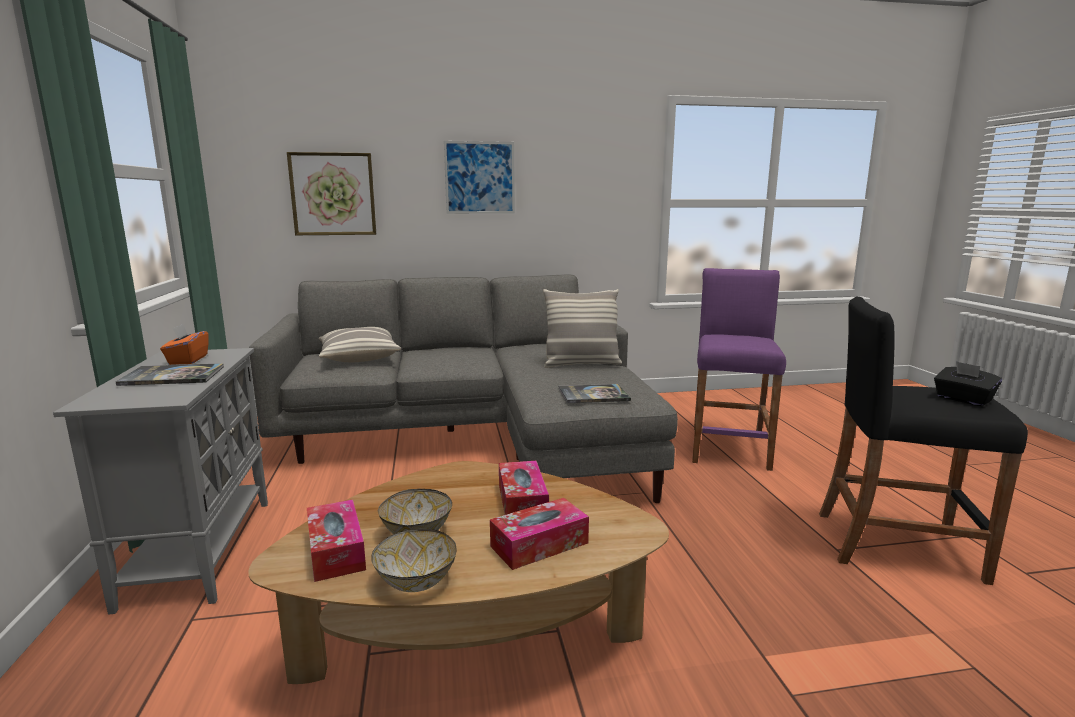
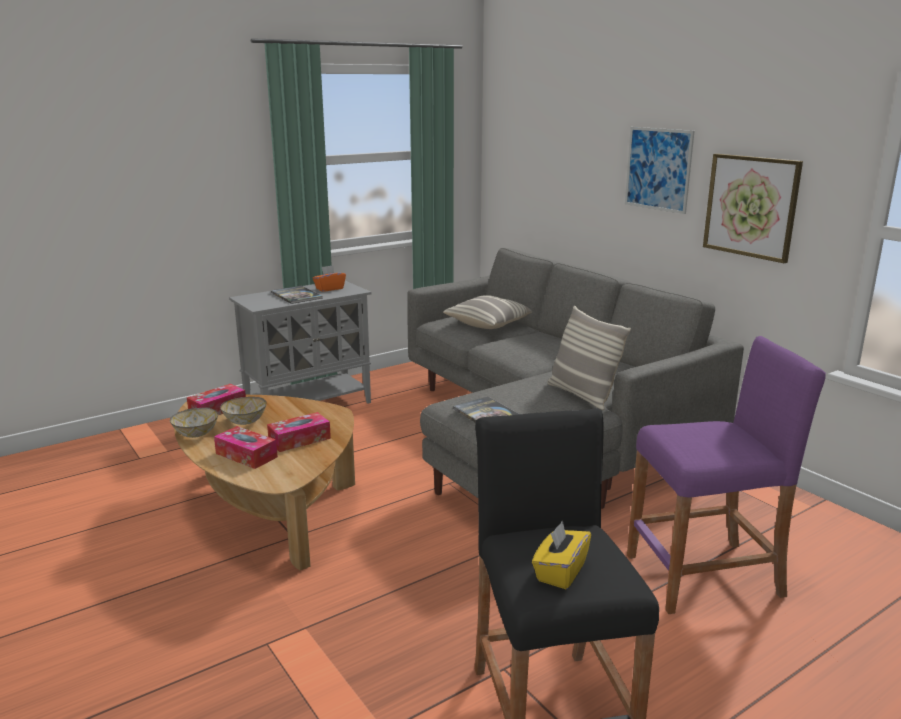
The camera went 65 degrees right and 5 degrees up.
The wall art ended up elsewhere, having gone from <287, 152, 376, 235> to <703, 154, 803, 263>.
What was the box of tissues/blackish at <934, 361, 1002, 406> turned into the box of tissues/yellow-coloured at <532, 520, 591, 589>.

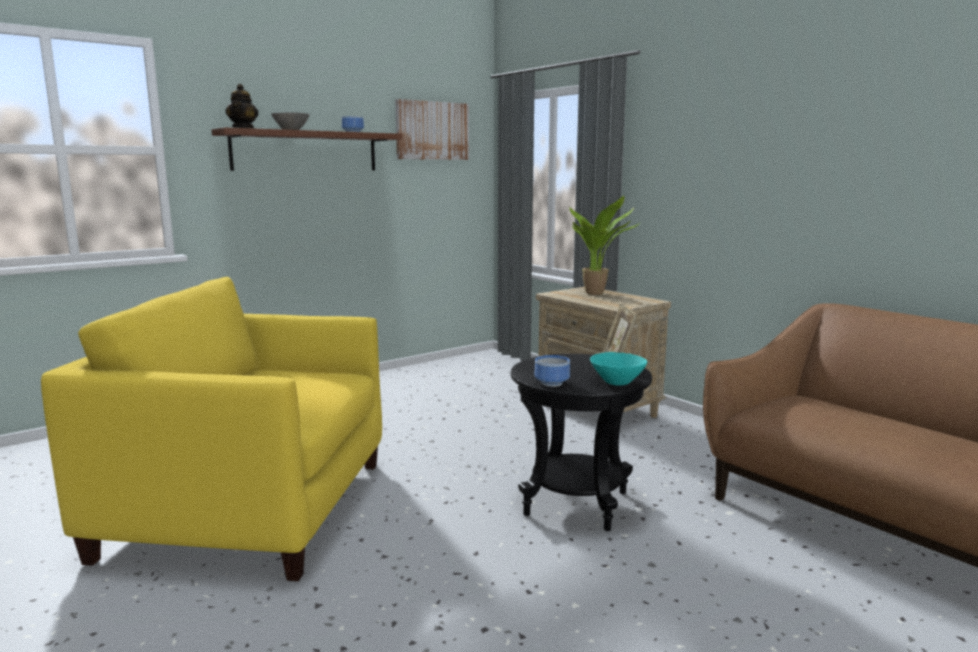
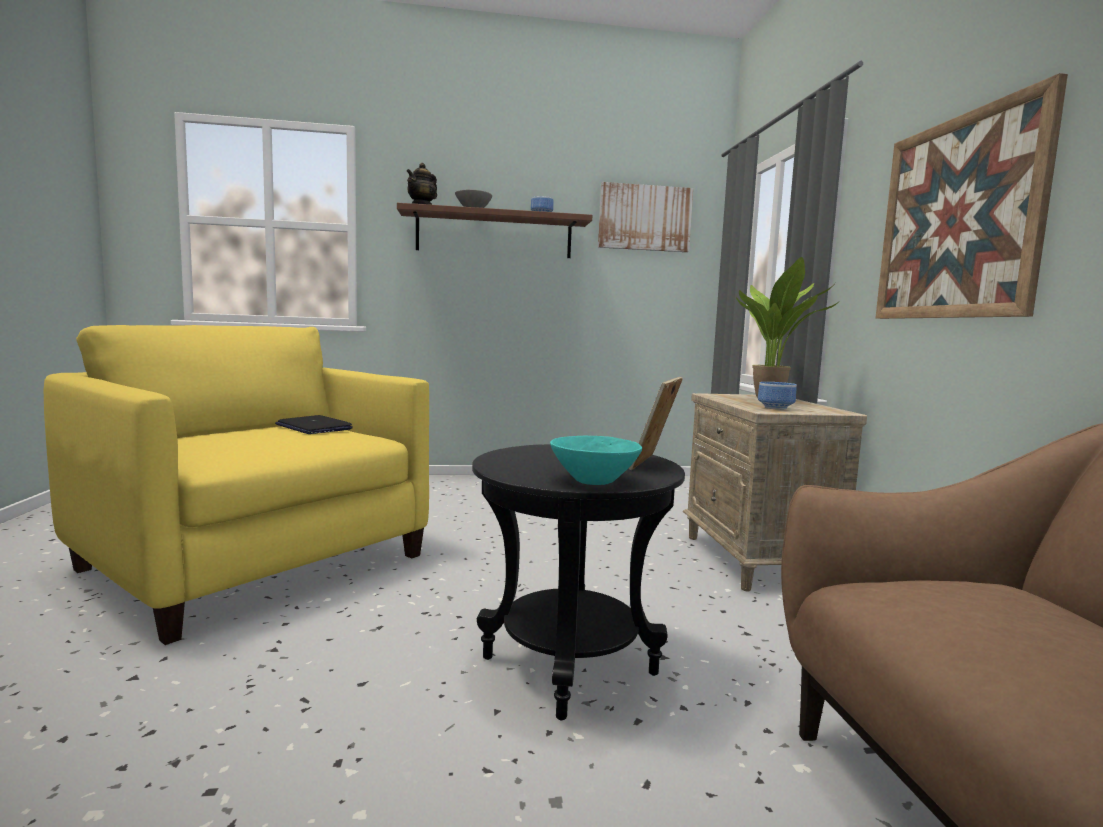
The camera went 30 degrees right and 5 degrees down.
The deep dish ended up elsewhere, having gone from <535, 355, 570, 387> to <758, 382, 797, 410>.
The second view gained the laptop at <275, 415, 353, 434>.
The second view gained the wall art at <875, 73, 1068, 319>.

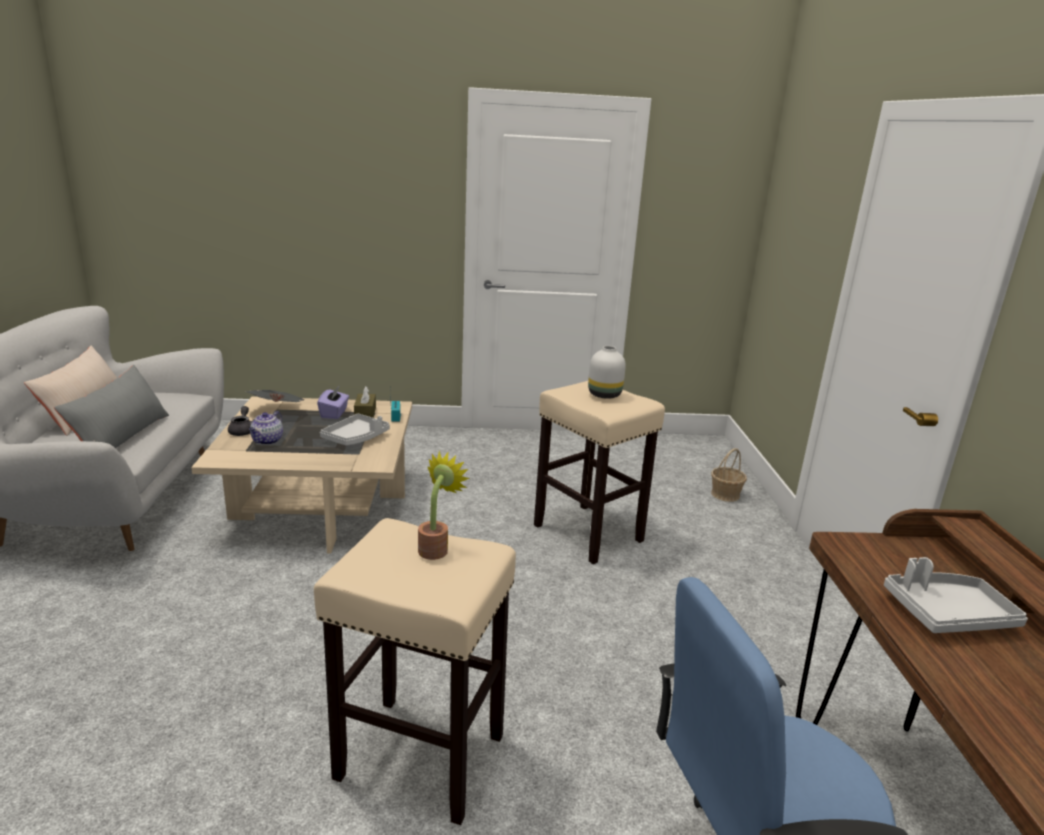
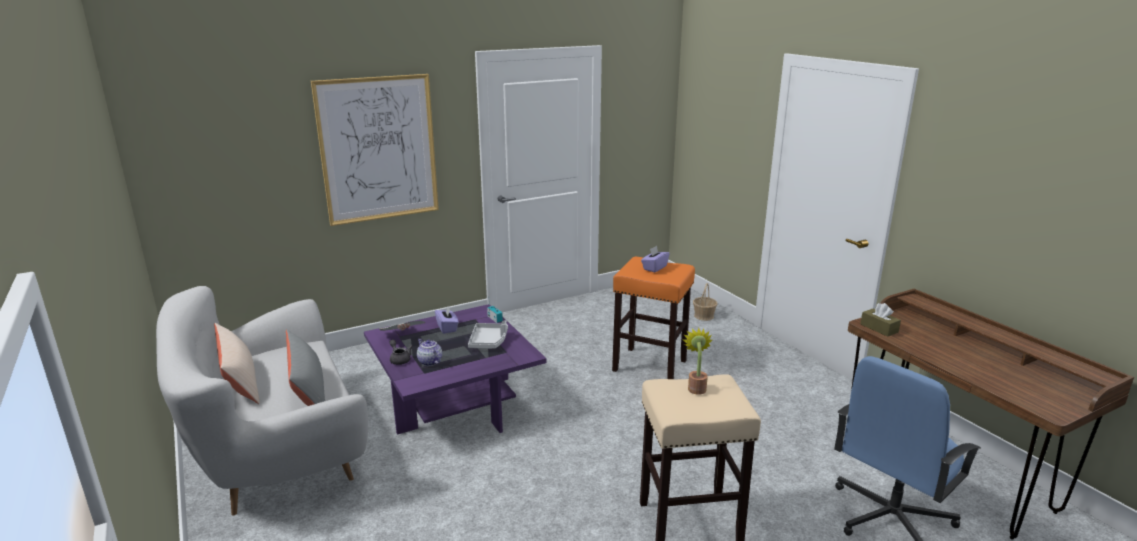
The camera went 25 degrees left and 0 degrees up.
What was the low table/sand-coloured at <191, 396, 412, 554> turned into the low table/purplish at <364, 304, 546, 435>.
The pot for tea at <249, 411, 283, 445> ended up facing another way, 150 degrees clockwise from before.
The box of tissues/brown-coloured ended up elsewhere, having gone from <354, 386, 376, 418> to <860, 303, 901, 337>.
What was the sitting stool/sand-coloured at <534, 381, 665, 564> turned into the sitting stool/orange at <612, 257, 695, 379>.
Where the decorative vase/white-coloured stood at <588, 346, 626, 399>, the box of tissues/purplish came to stand at <641, 246, 670, 273>.
The second view lost the carrying tray/grey at <884, 557, 1028, 633>.
The second view gained the wall art at <311, 74, 439, 226>.

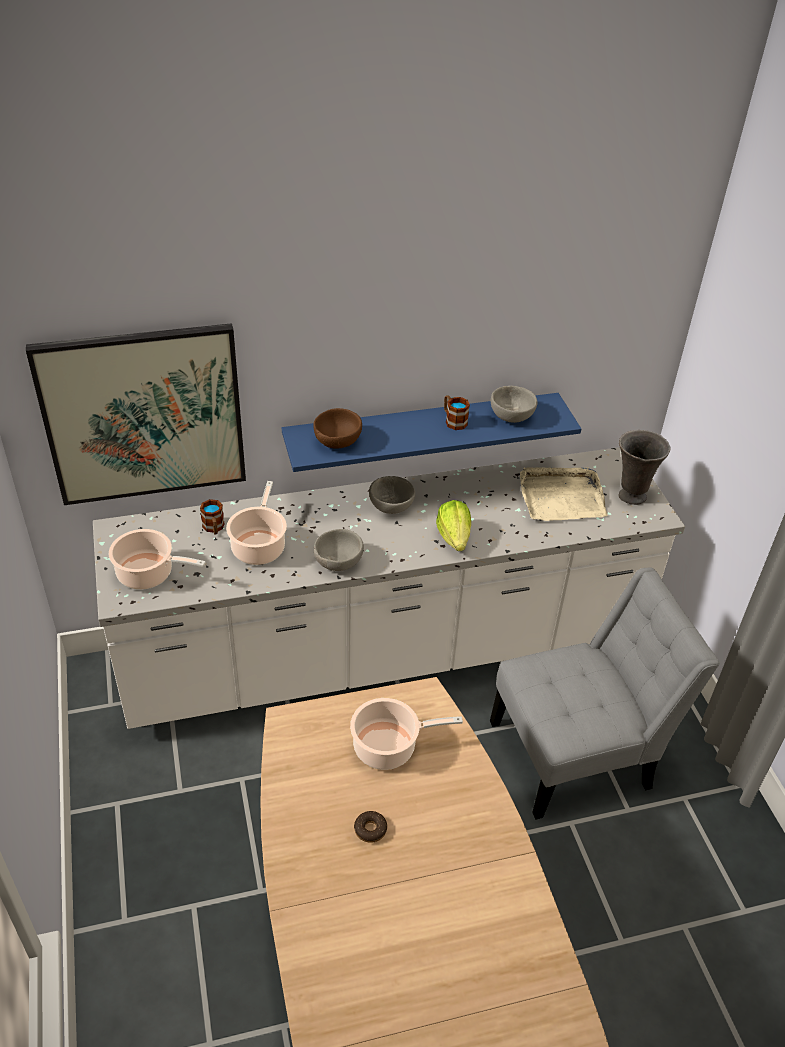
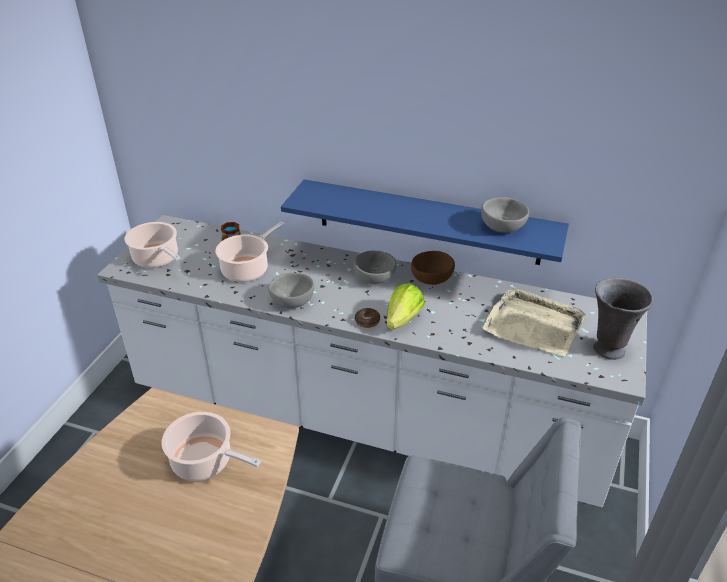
The camera went 35 degrees right and 5 degrees down.
The second view lost the wall art at <26, 323, 246, 505>.
The deep dish/brown-coloured ended up elsewhere, having gone from <313, 408, 362, 448> to <411, 251, 455, 285>.
The doughnut ended up elsewhere, having gone from <354, 811, 387, 843> to <355, 308, 380, 328>.
The second view lost the tea mug at <444, 395, 470, 430>.

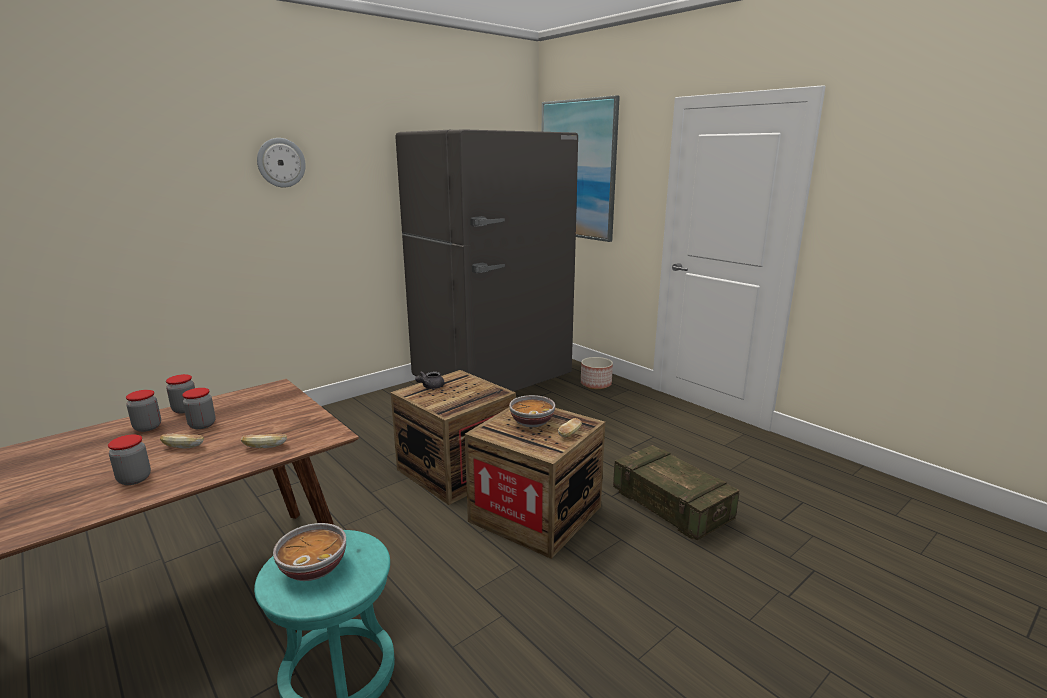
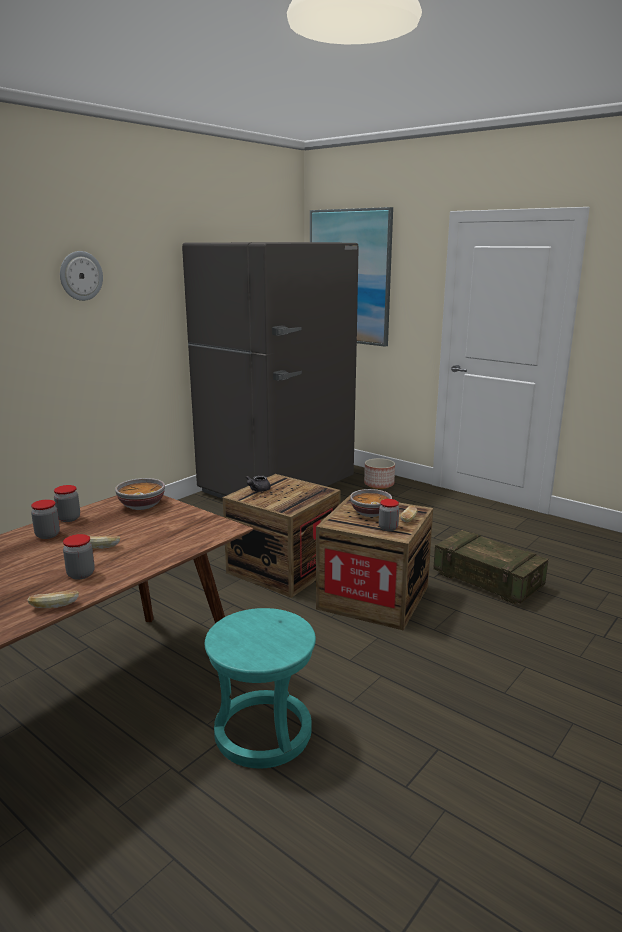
The camera went 10 degrees left and 0 degrees up.
The storage jar ended up elsewhere, having gone from <182, 388, 216, 429> to <379, 499, 399, 531>.
The bread ended up elsewhere, having gone from <241, 434, 287, 448> to <27, 590, 79, 608>.
The deep dish ended up elsewhere, having gone from <273, 523, 346, 581> to <115, 478, 165, 510>.

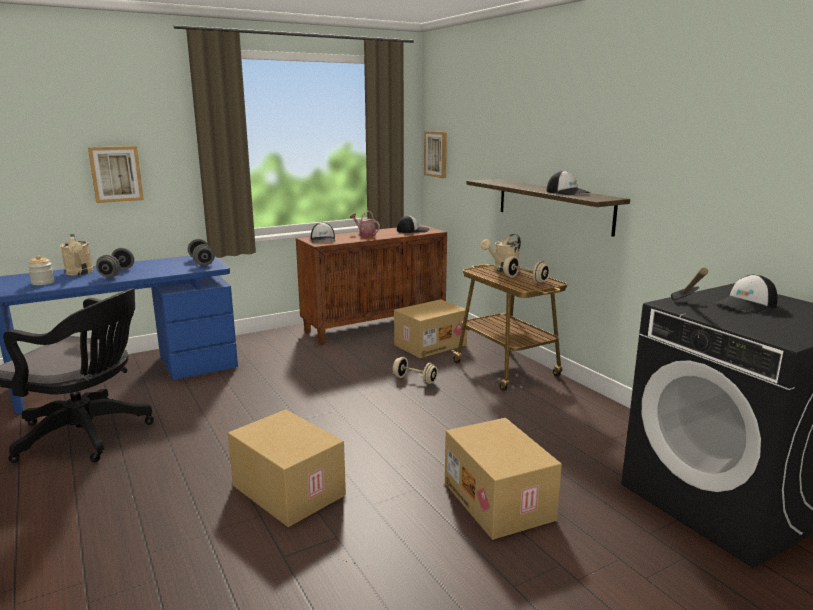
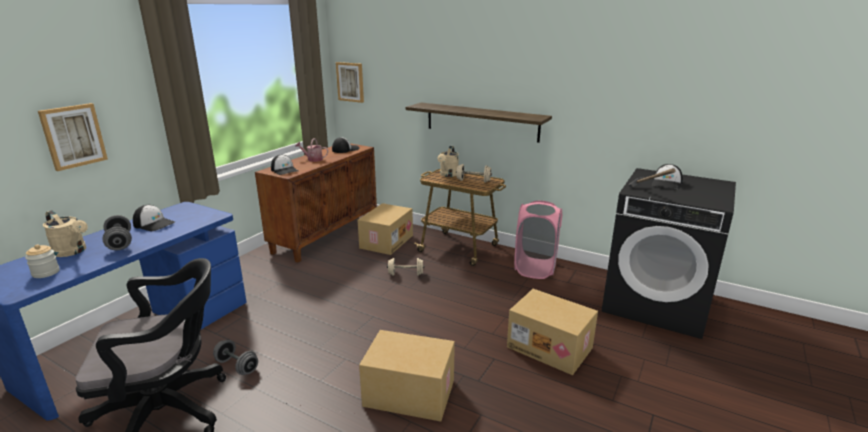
The camera went 30 degrees left and 5 degrees up.
The dumbbell/grey ended up elsewhere, having gone from <188, 239, 215, 266> to <213, 340, 258, 375>.
The baseball cap ended up elsewhere, having gone from <546, 171, 590, 195> to <133, 205, 175, 231>.
The second view gained the laundry basket/pinkish at <514, 201, 562, 279>.

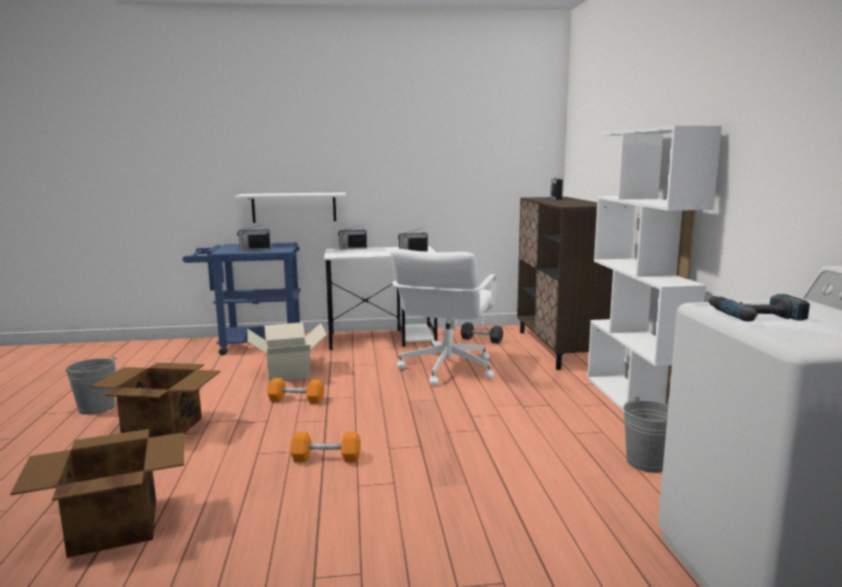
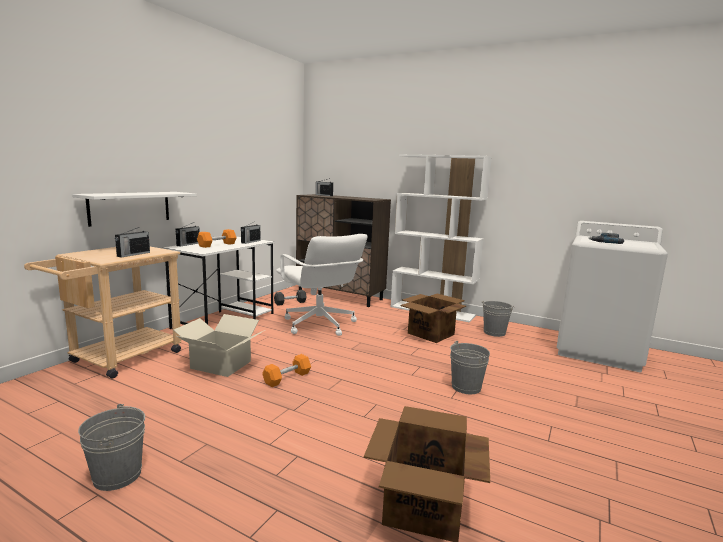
The camera went 55 degrees left and 0 degrees up.
The carton ended up elsewhere, having gone from <90, 363, 220, 438> to <400, 294, 466, 343>.
What was the trolley/blue at <182, 243, 301, 356> turned into the trolley/sand-coloured at <24, 247, 181, 379>.
The dumbbell/orange ended up elsewhere, having gone from <290, 432, 361, 462> to <197, 229, 237, 248>.
The second view gained the water bucket/grey at <450, 341, 490, 394>.

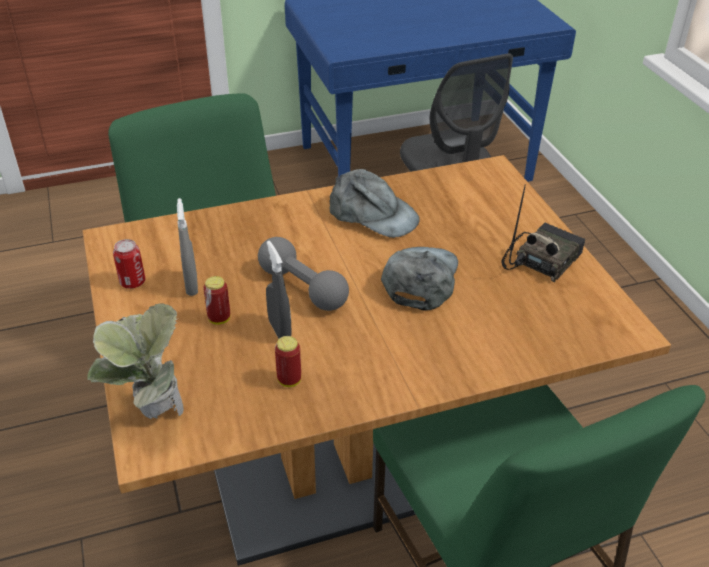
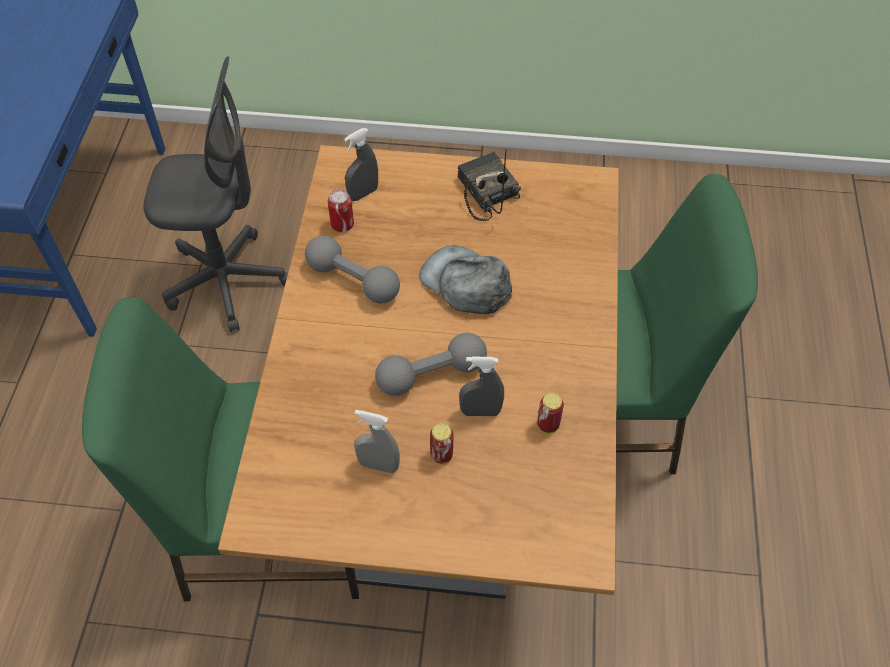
The camera went 65 degrees left and 15 degrees up.
The second view lost the potted plant at <87, 303, 184, 419>.
The can ended up elsewhere, having gone from <113, 239, 145, 289> to <328, 189, 354, 232>.
Where the baseball cap/grey stood at <329, 169, 420, 238>, the dumbbell/grey came to stand at <305, 235, 400, 303>.
The second view gained the sprayer/grey at <344, 128, 378, 201>.

